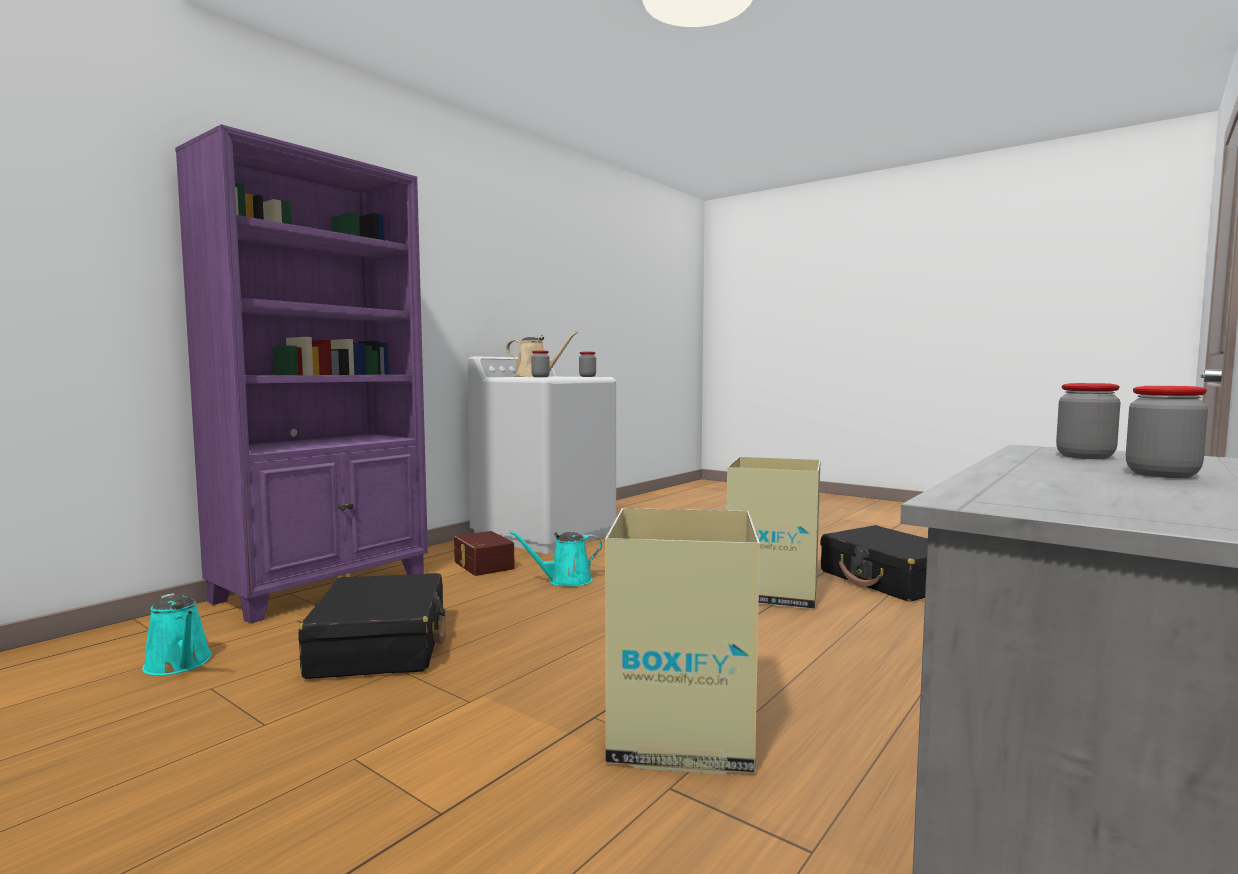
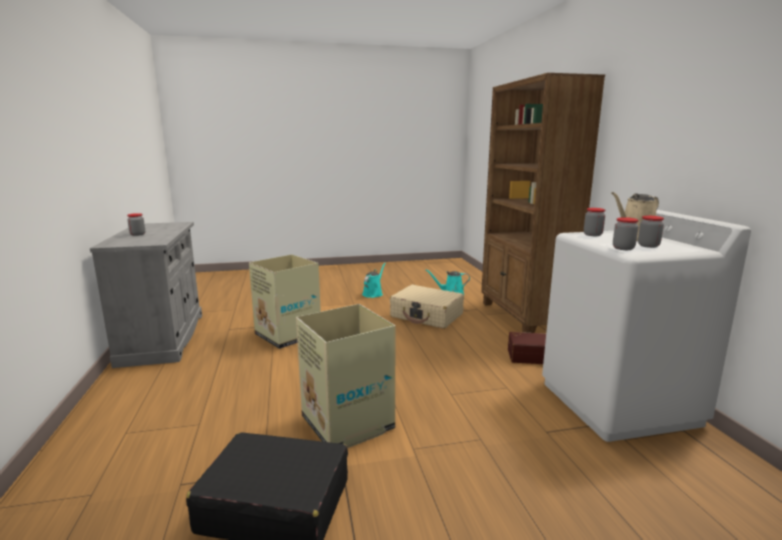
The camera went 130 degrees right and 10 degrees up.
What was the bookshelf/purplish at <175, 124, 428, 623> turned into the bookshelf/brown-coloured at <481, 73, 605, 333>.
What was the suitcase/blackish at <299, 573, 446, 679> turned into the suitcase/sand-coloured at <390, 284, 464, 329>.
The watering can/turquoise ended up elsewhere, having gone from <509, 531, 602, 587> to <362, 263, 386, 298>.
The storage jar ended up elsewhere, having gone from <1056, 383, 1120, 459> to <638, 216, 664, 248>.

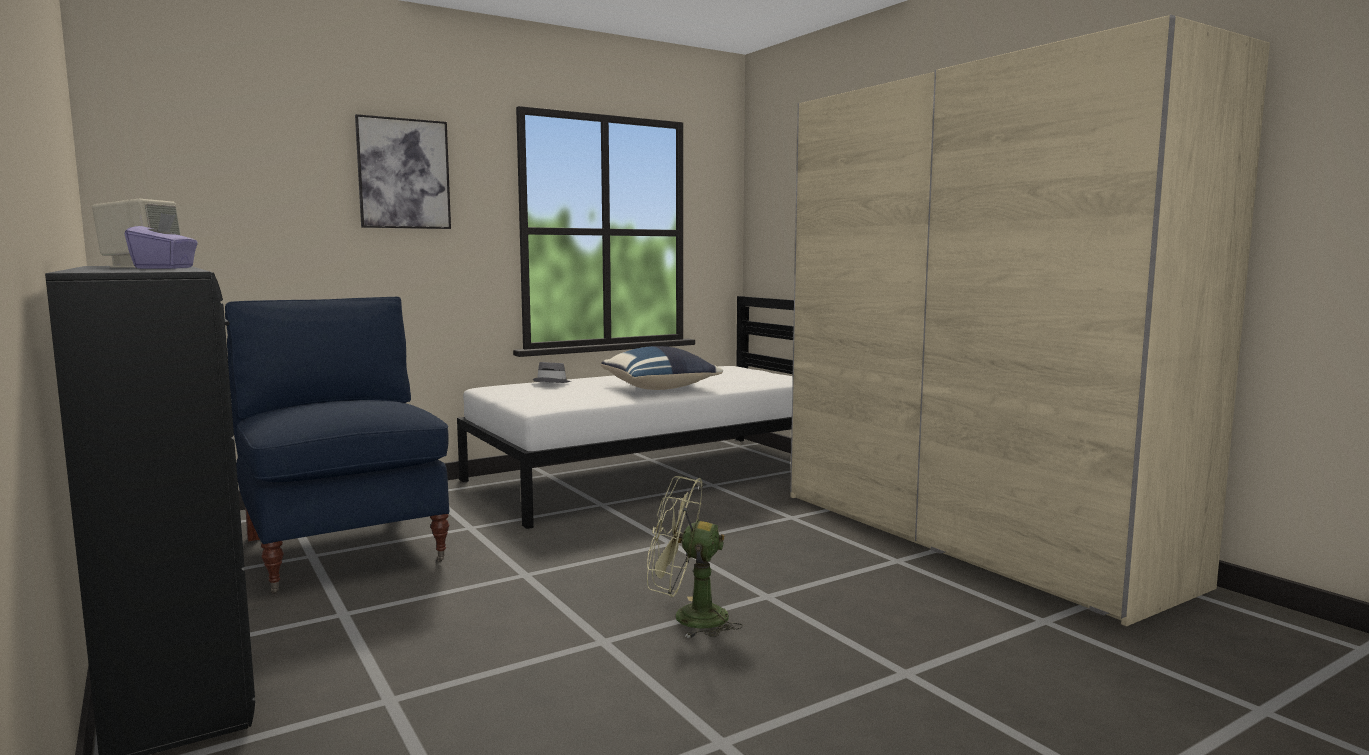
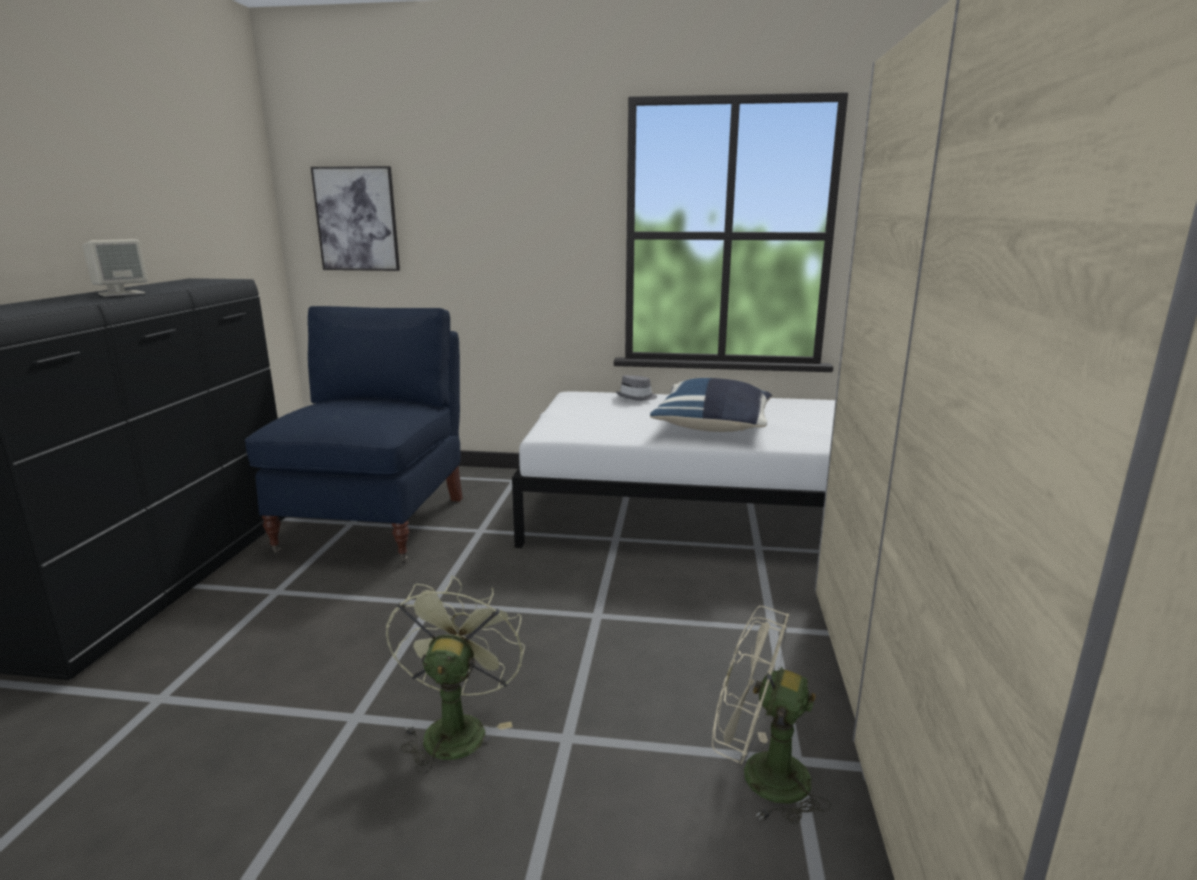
The camera went 40 degrees right and 10 degrees up.
The second view lost the box of tissues/purplish at <125, 213, 198, 269>.
The wall art ended up elsewhere, having gone from <355, 114, 451, 229> to <311, 166, 400, 271>.
The cooling fan/green at <647, 476, 743, 638> ended up facing another way, 45 degrees clockwise from before.
The second view gained the cooling fan/sand-coloured at <712, 606, 831, 825>.

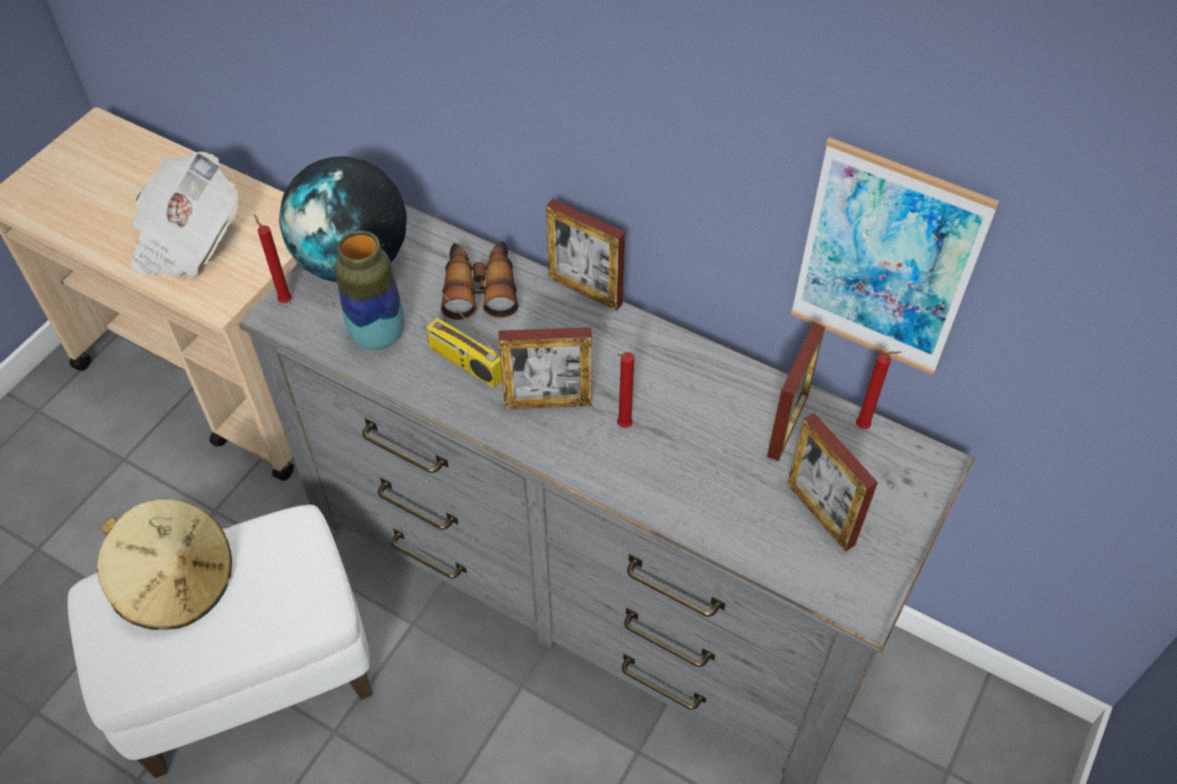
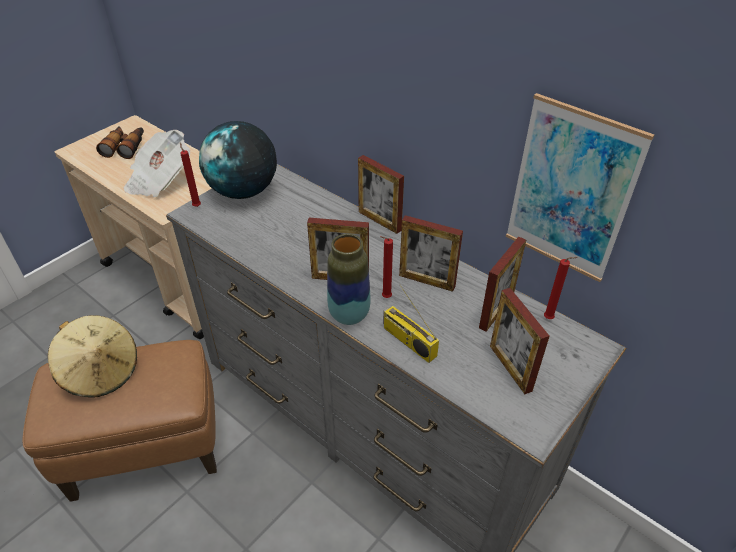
The camera went 10 degrees right and 10 degrees down.
What was the pouffe/white-coloured at <68, 505, 372, 778> turned into the pouffe/brown-coloured at <23, 340, 217, 502>.
The decorative vase ended up elsewhere, having gone from <335, 231, 404, 350> to <327, 234, 371, 325>.
The radio receiver ended up elsewhere, having gone from <425, 291, 502, 388> to <383, 284, 439, 363>.
The pair of binoculars ended up elsewhere, having gone from <441, 241, 518, 320> to <96, 126, 144, 159>.
The second view gained the picture frame at <399, 215, 463, 292>.

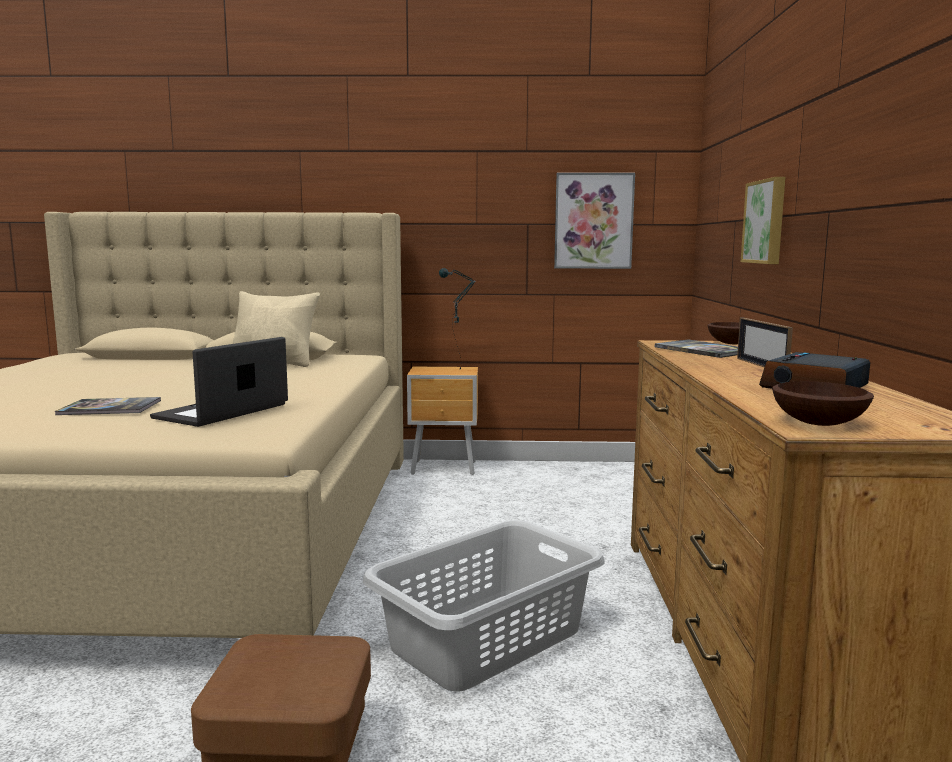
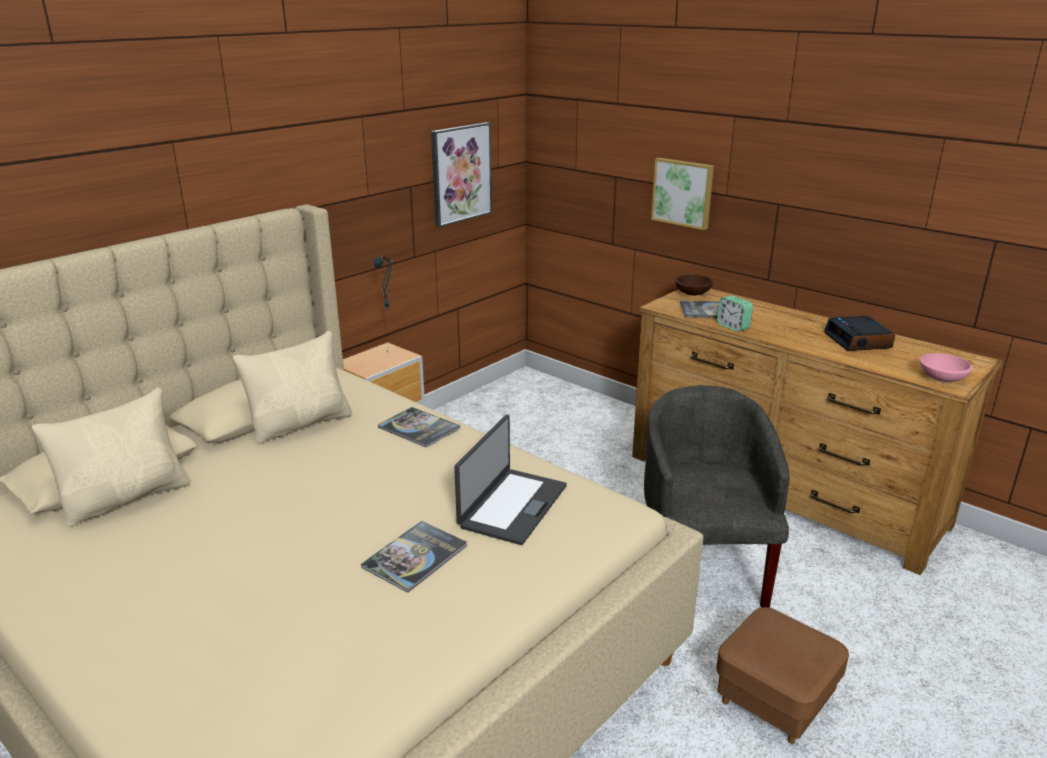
The camera went 50 degrees left and 15 degrees up.
The laptop at <150, 337, 288, 427> ended up facing another way, 135 degrees counterclockwise from before.
Where the laundry basket/grey stood at <363, 520, 605, 692>, the armchair/grey came to stand at <644, 385, 790, 608>.
The second view lost the picture frame at <737, 318, 793, 367>.
What was the deep dish/brown-coloured at <772, 381, 874, 426> turned into the deep dish/pinkish at <920, 353, 973, 382>.
The second view gained the throw pillow/sand-coloured at <32, 388, 190, 526>.
The second view gained the bound book at <377, 407, 460, 447>.
The second view gained the bedside clock at <717, 295, 753, 332>.

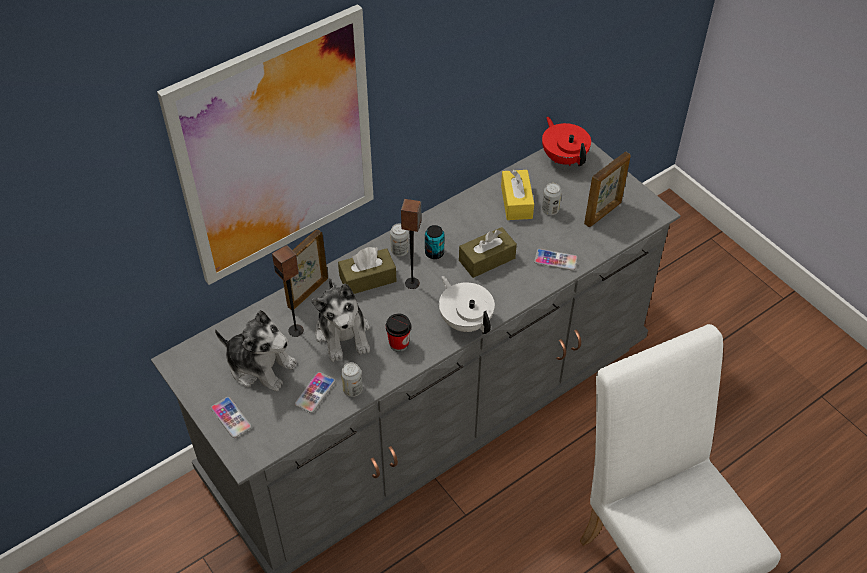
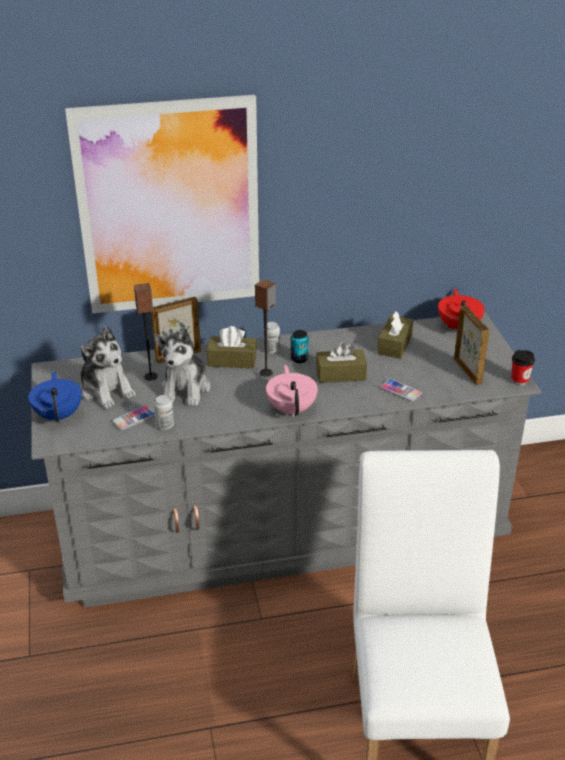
The camera went 25 degrees right and 15 degrees down.
Where the phone stood at <211, 397, 252, 438>, the pot for tea/blue came to stand at <29, 371, 82, 423>.
The cup ended up elsewhere, having gone from <386, 313, 411, 352> to <511, 350, 535, 386>.
What was the pot for tea/white-coloured at <439, 276, 495, 334> turned into the pot for tea/pinkish at <266, 365, 318, 417>.
What was the box of tissues/yellow-coloured at <501, 170, 534, 220> turned into the box of tissues/brown-coloured at <377, 311, 414, 359>.
The second view lost the can at <542, 183, 562, 215>.
The picture frame at <584, 152, 631, 227> ended up facing another way, 90 degrees counterclockwise from before.

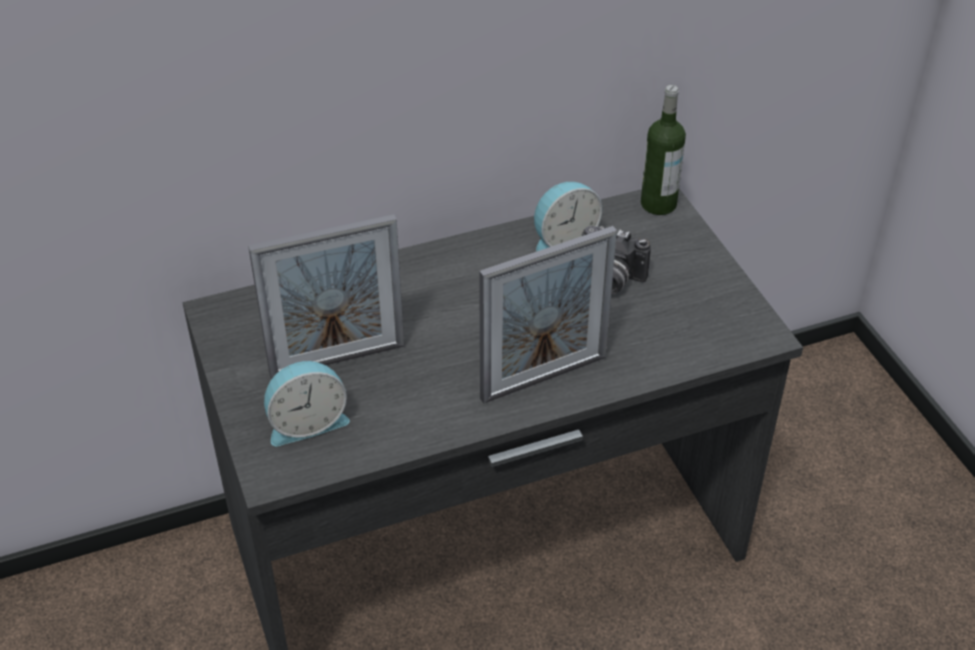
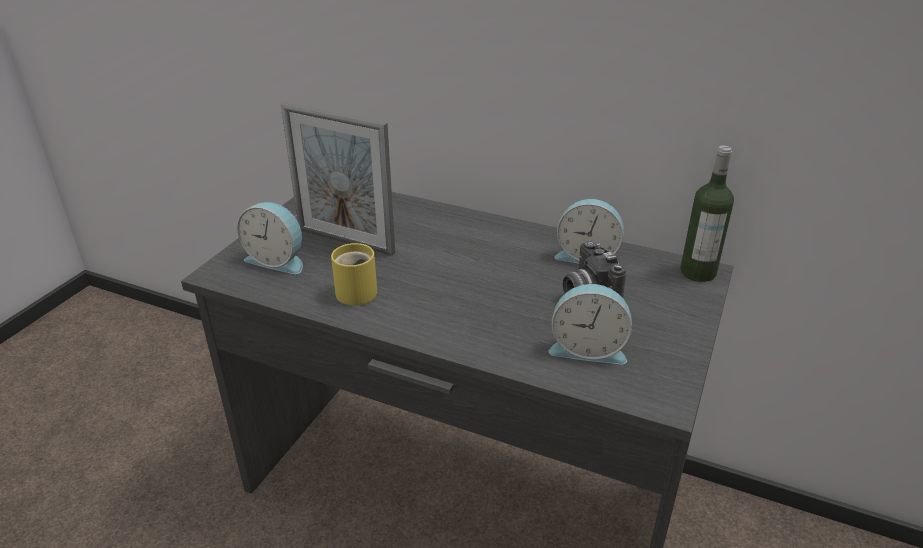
The camera went 45 degrees right and 10 degrees down.
The second view lost the picture frame at <479, 226, 617, 404>.
The second view gained the tea mug/yellow-coloured at <331, 243, 377, 306>.
The second view gained the bedside clock at <548, 284, 632, 364>.

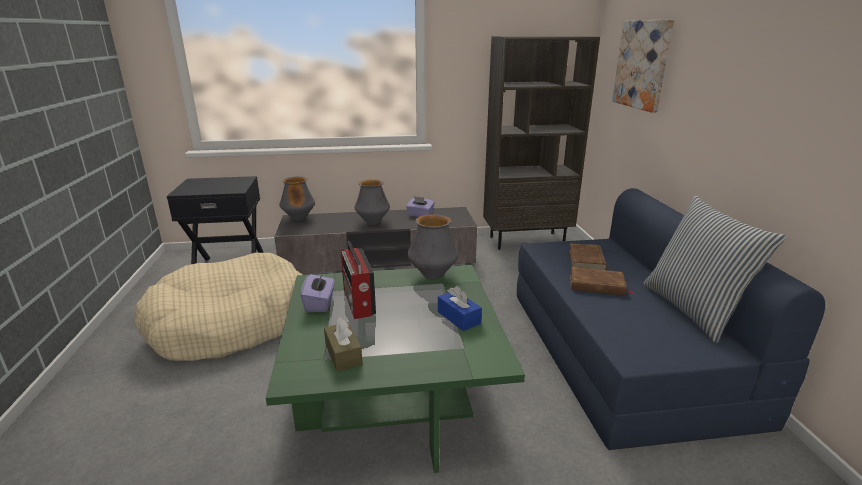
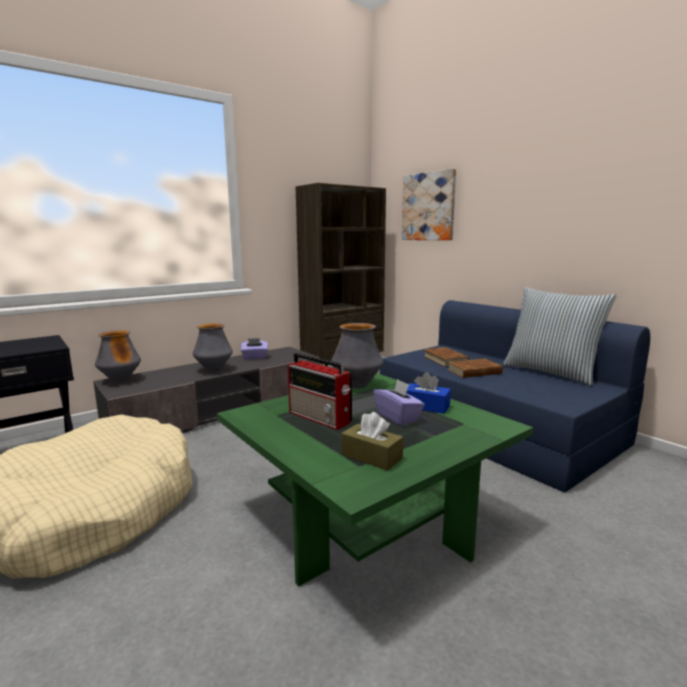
The camera went 30 degrees left and 10 degrees down.
The box of tissues/purplish ended up elsewhere, having gone from <300, 271, 335, 312> to <373, 379, 425, 426>.

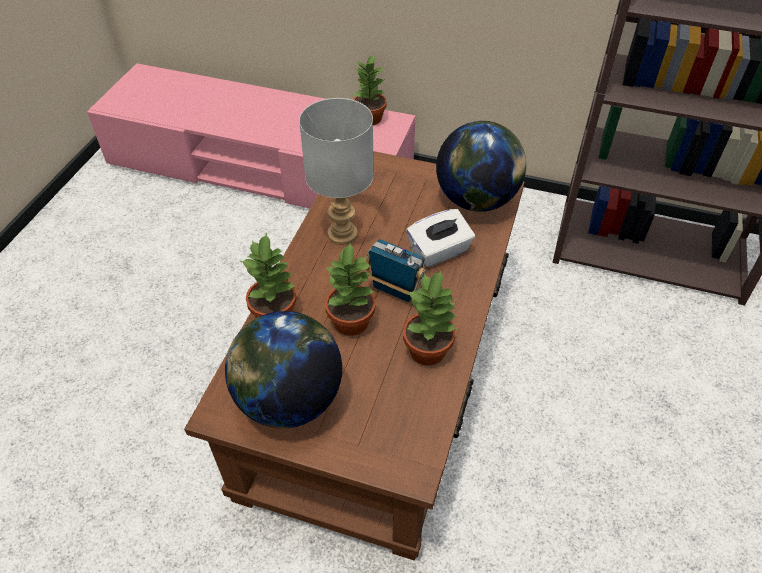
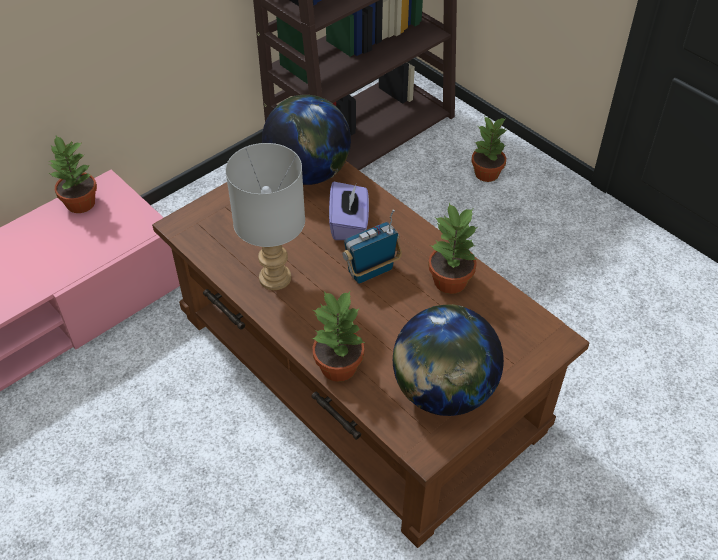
The camera went 60 degrees left and 0 degrees up.
The potted plant ended up elsewhere, having gone from <325, 243, 375, 336> to <471, 116, 507, 182>.
What was the box of tissues/white-coloured at <407, 209, 475, 267> turned into the box of tissues/purplish at <329, 182, 369, 240>.

